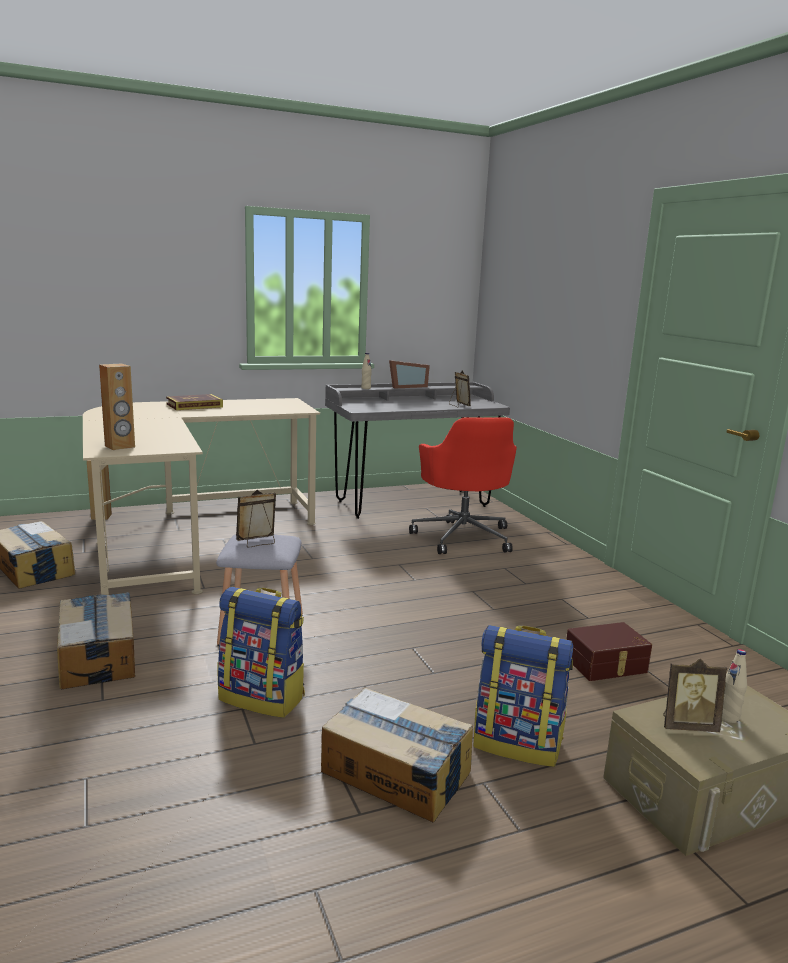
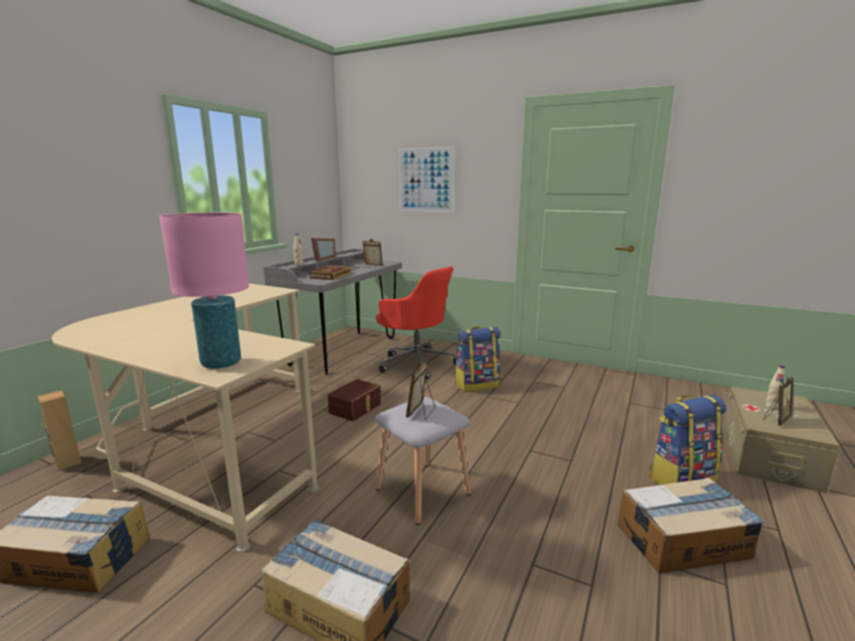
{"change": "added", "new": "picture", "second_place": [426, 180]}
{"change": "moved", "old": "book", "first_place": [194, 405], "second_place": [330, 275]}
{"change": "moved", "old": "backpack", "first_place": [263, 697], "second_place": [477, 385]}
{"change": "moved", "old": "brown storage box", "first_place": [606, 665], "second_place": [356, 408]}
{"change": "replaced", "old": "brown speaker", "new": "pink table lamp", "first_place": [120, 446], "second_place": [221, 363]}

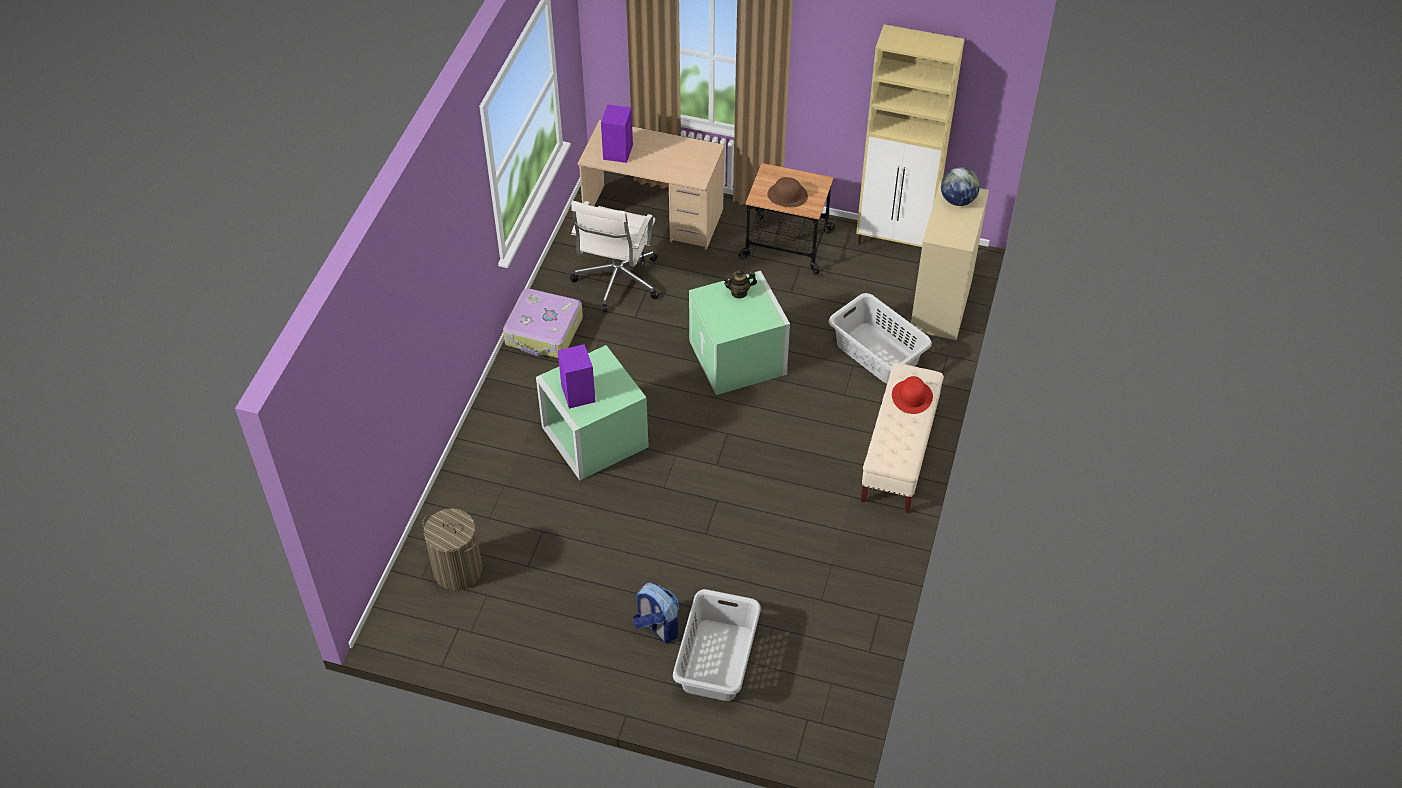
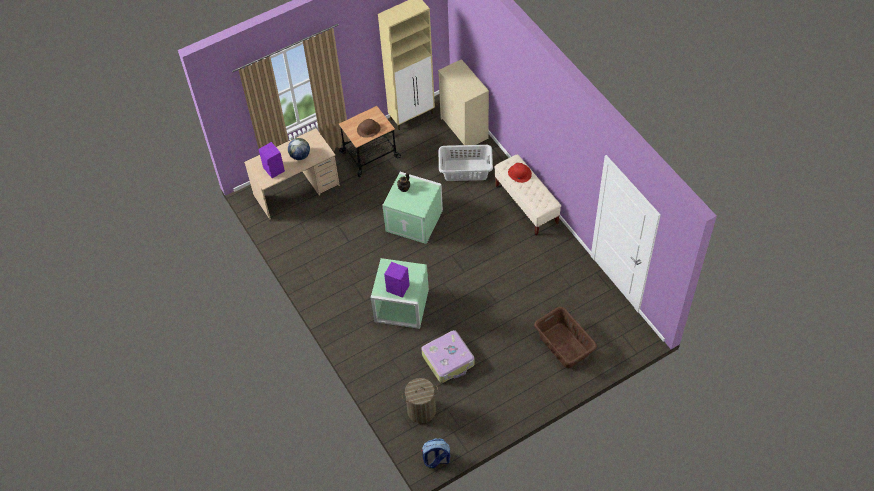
{"change": "removed", "old": "white office chair", "first_place": [616, 282]}
{"change": "moved", "old": "suitcase", "first_place": [544, 332], "second_place": [448, 360]}
{"change": "moved", "old": "backpack", "first_place": [657, 627], "second_place": [436, 460]}
{"change": "moved", "old": "globe", "first_place": [957, 200], "second_place": [300, 156]}
{"change": "recoloured", "old": "grey laundry basket", "new": "brown laundry basket", "first_place": [716, 660], "second_place": [564, 346]}

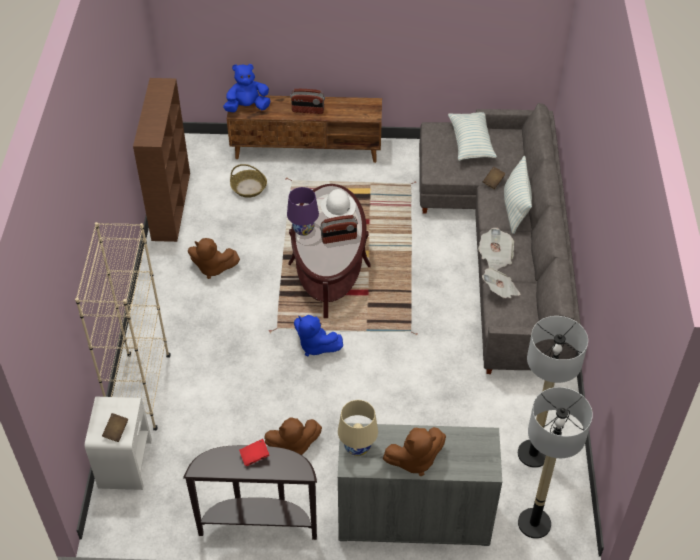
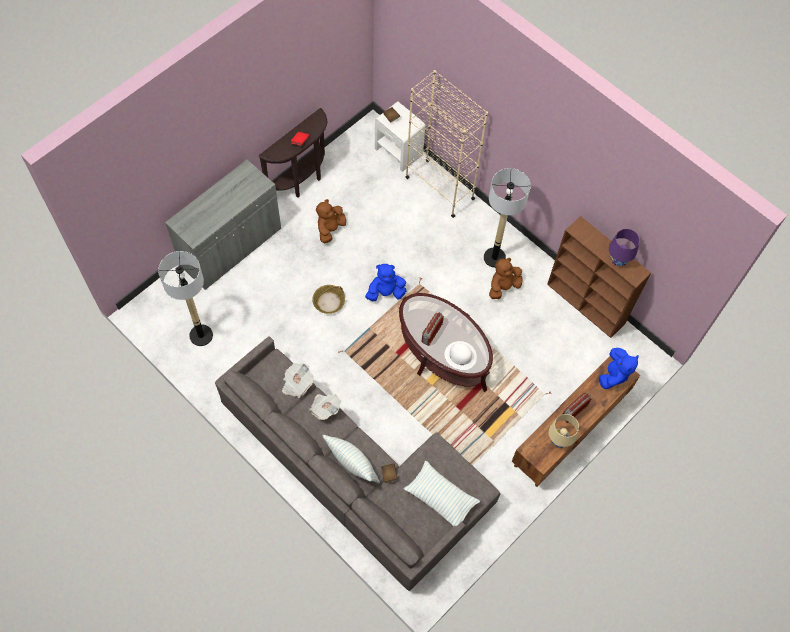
{"change": "removed", "old": "brown plush toy", "first_place": [414, 460]}
{"change": "moved", "old": "basket", "first_place": [248, 188], "second_place": [329, 302]}
{"change": "moved", "old": "purple table lamp", "first_place": [303, 230], "second_place": [618, 259]}
{"change": "moved", "old": "beige table lamp", "first_place": [357, 447], "second_place": [559, 440]}
{"change": "moved", "old": "floor lamp", "first_place": [534, 523], "second_place": [494, 258]}

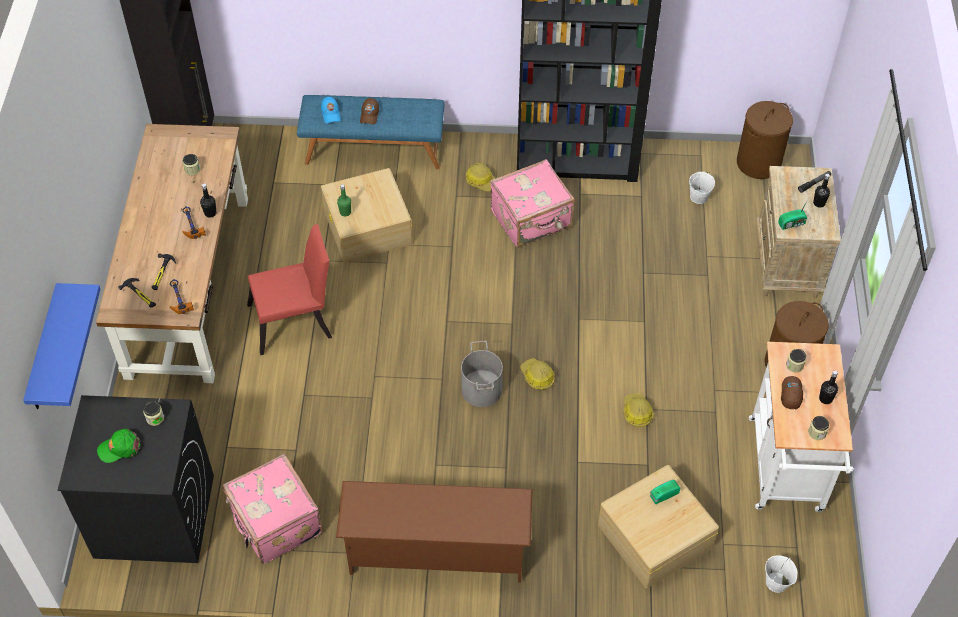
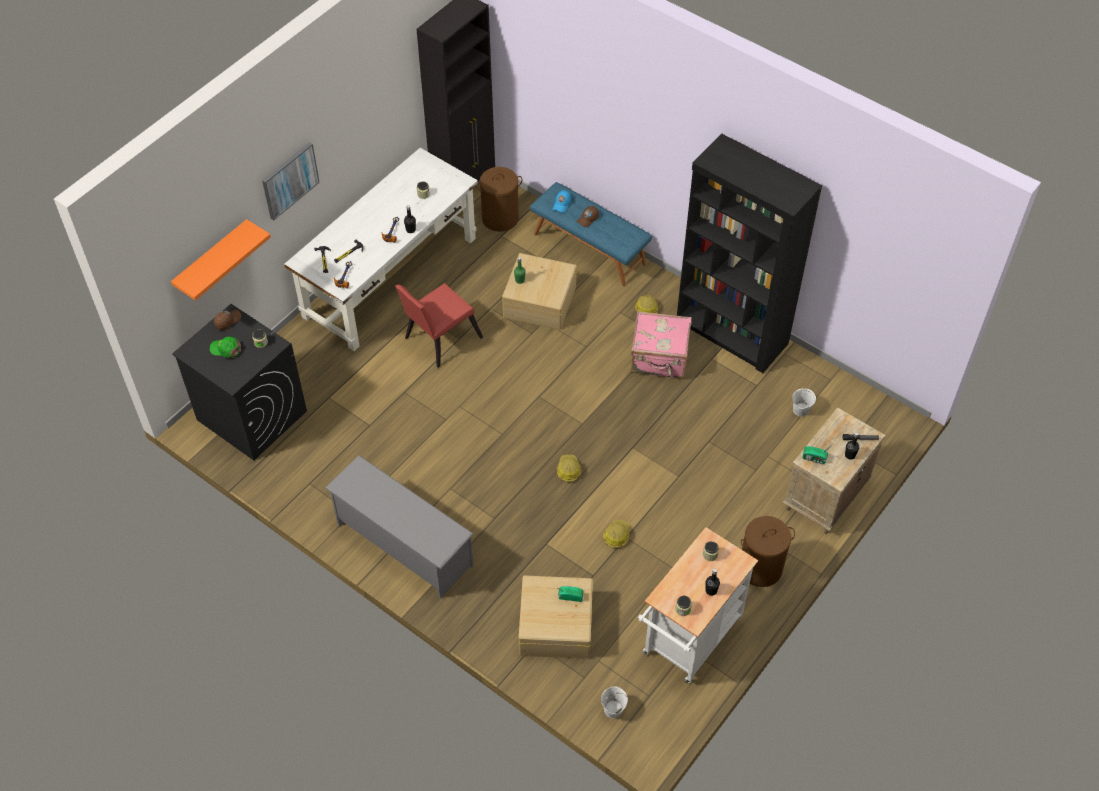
{"change": "removed", "old": "pink suitcase", "first_place": [275, 523]}
{"change": "removed", "old": "grey bucket", "first_place": [481, 390]}
{"change": "added", "new": "picture", "second_place": [289, 180]}
{"change": "moved", "old": "brown laundry basket", "first_place": [758, 162], "second_place": [500, 218]}
{"change": "moved", "old": "brown cap", "first_place": [791, 394], "second_place": [227, 321]}
{"change": "recoloured", "old": "blue shelf", "new": "orange shelf", "first_place": [44, 351], "second_place": [211, 259]}
{"change": "recoloured", "old": "brown desk", "new": "white desk", "first_place": [188, 284], "second_place": [390, 276]}
{"change": "recoloured", "old": "brown shoe rack", "new": "grey shoe rack", "first_place": [436, 551], "second_place": [403, 545]}
{"change": "turned", "old": "red chair", "first_place": [295, 320], "second_place": [439, 339], "degrees": 120}

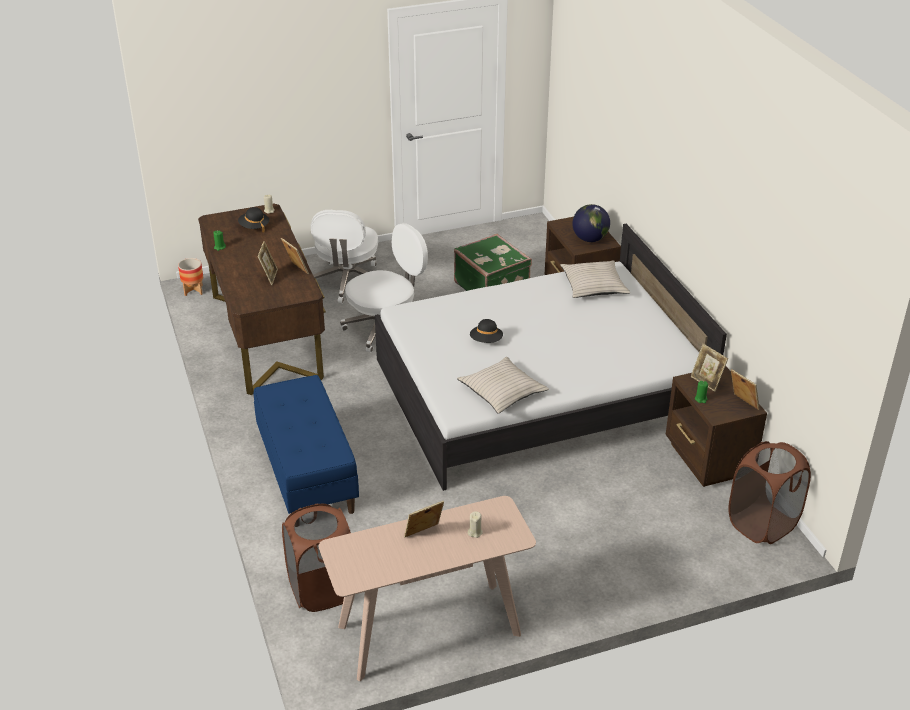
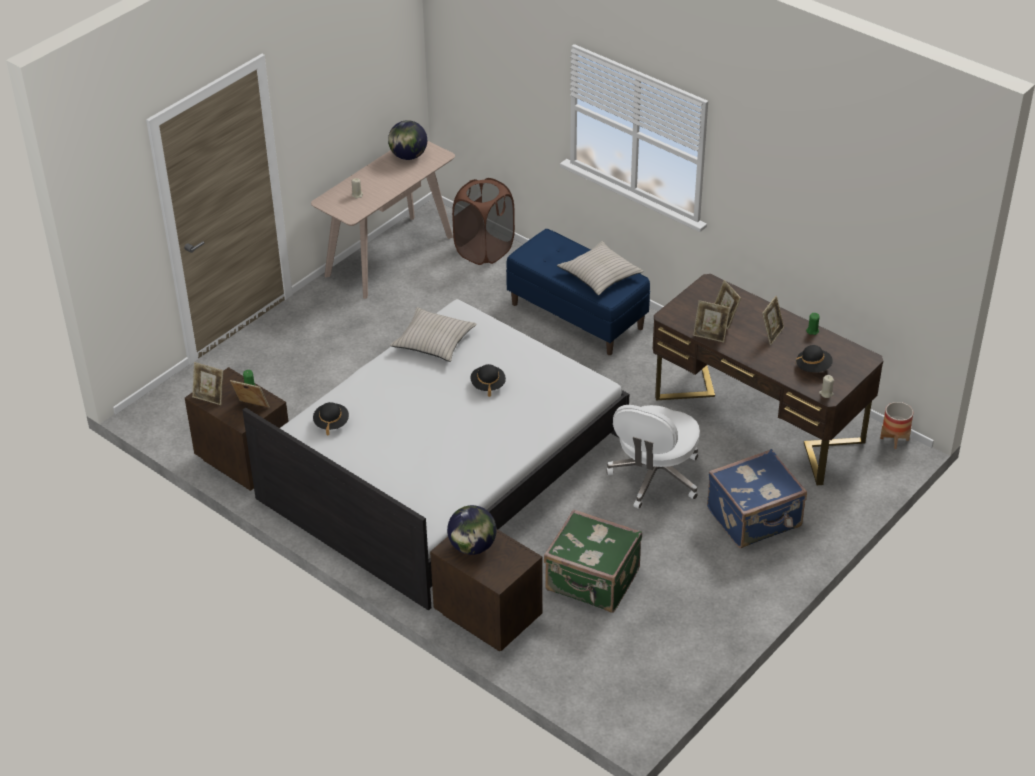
{"change": "removed", "old": "brown laundry basket", "first_place": [762, 524]}
{"change": "added", "new": "black hat", "second_place": [331, 423]}
{"change": "added", "new": "globe", "second_place": [408, 156]}
{"change": "moved", "old": "picture frame", "first_place": [424, 534], "second_place": [771, 334]}
{"change": "moved", "old": "beige pillow", "first_place": [593, 286], "second_place": [600, 275]}
{"change": "replaced", "old": "white office chair", "new": "blue suitcase", "first_place": [347, 282], "second_place": [755, 519]}

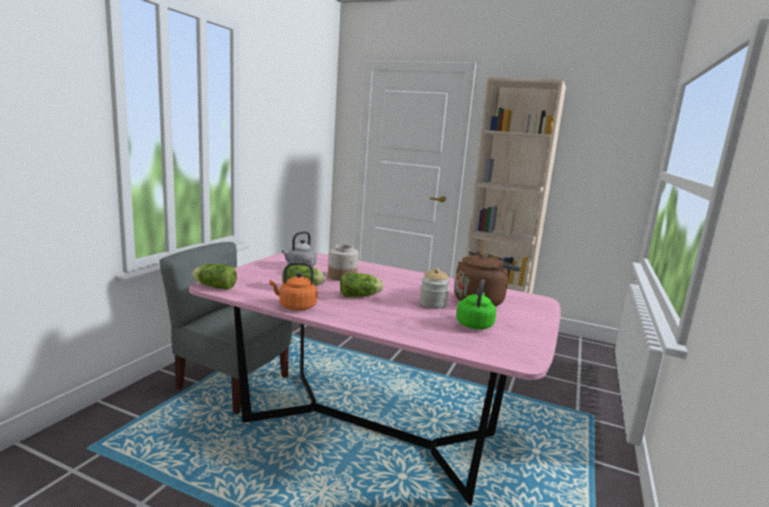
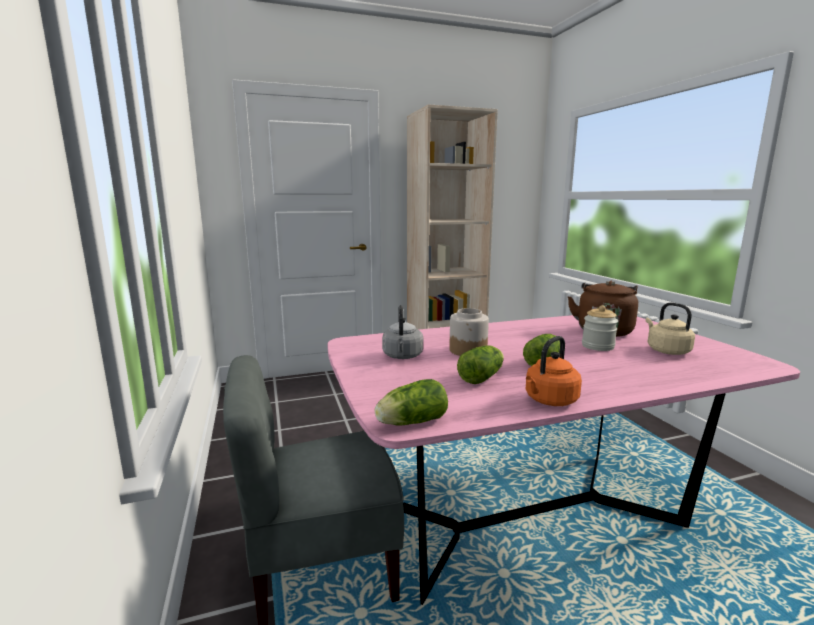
{"change": "recoloured", "old": "green kettle", "new": "beige kettle", "first_place": [474, 324], "second_place": [666, 350]}

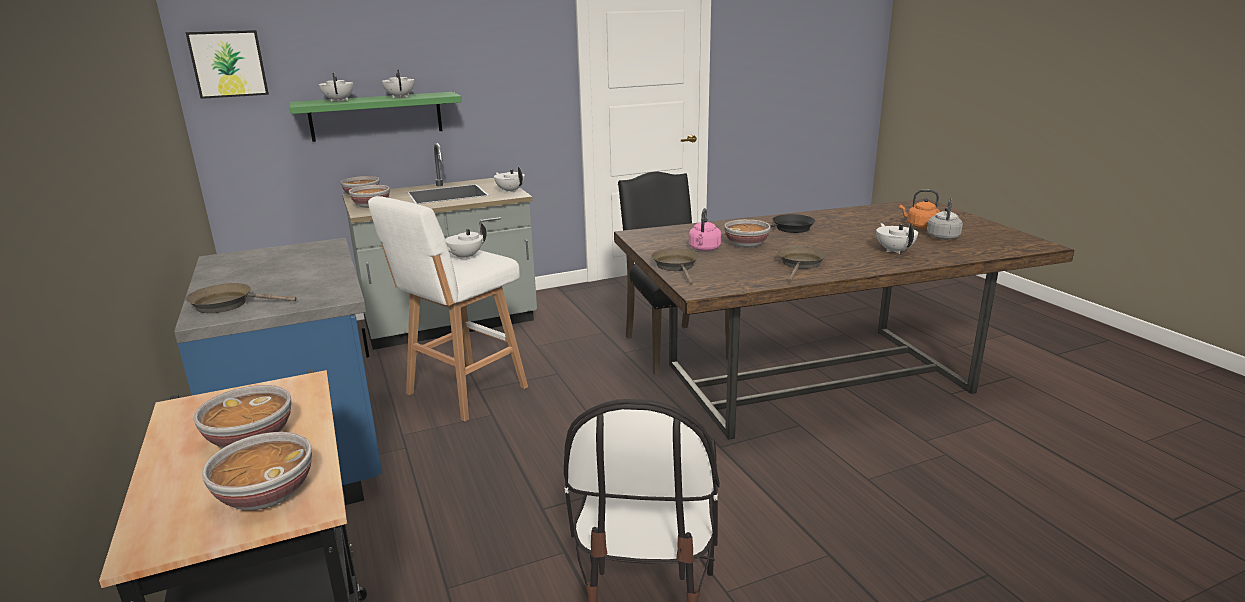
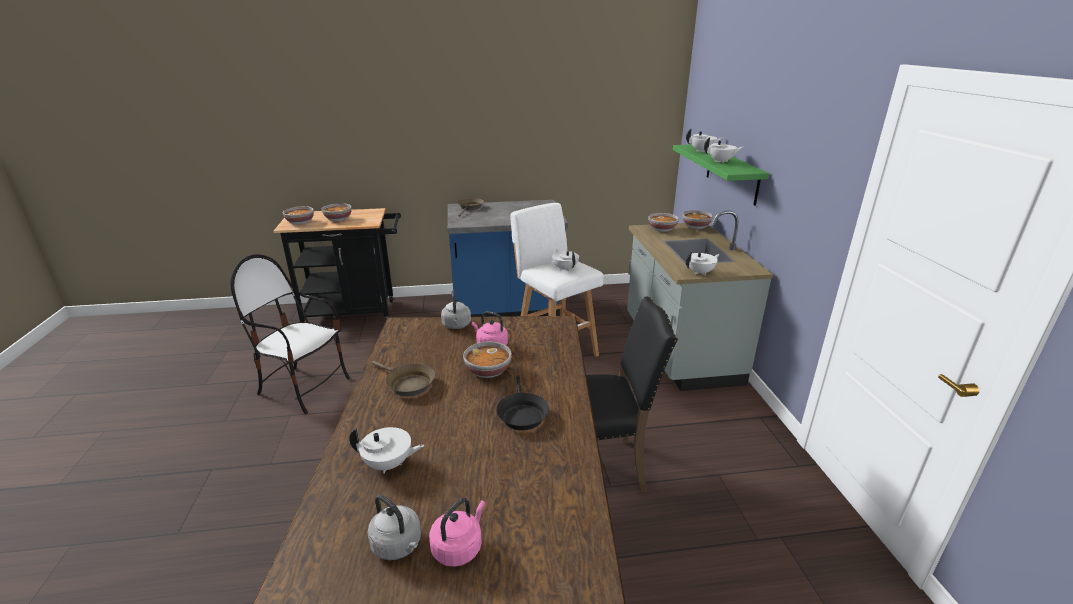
{"change": "removed", "old": "picture", "first_place": [228, 64]}
{"change": "replaced", "old": "brown frying pan", "new": "grey kettle", "first_place": [676, 266], "second_place": [456, 325]}
{"change": "recoloured", "old": "orange kettle", "new": "pink kettle", "first_place": [920, 226], "second_place": [459, 547]}

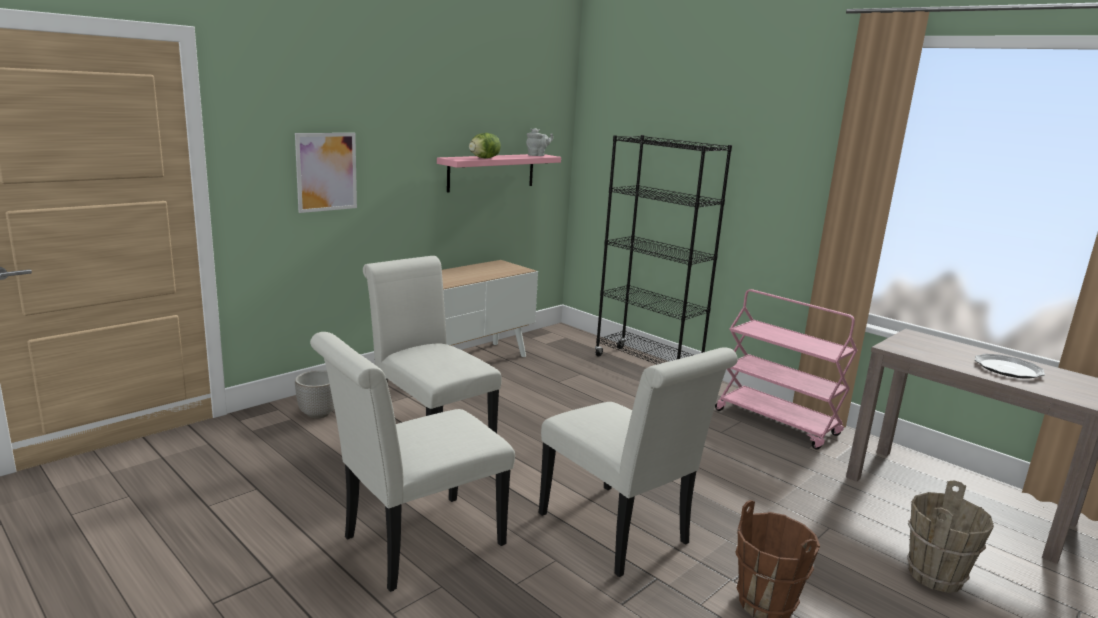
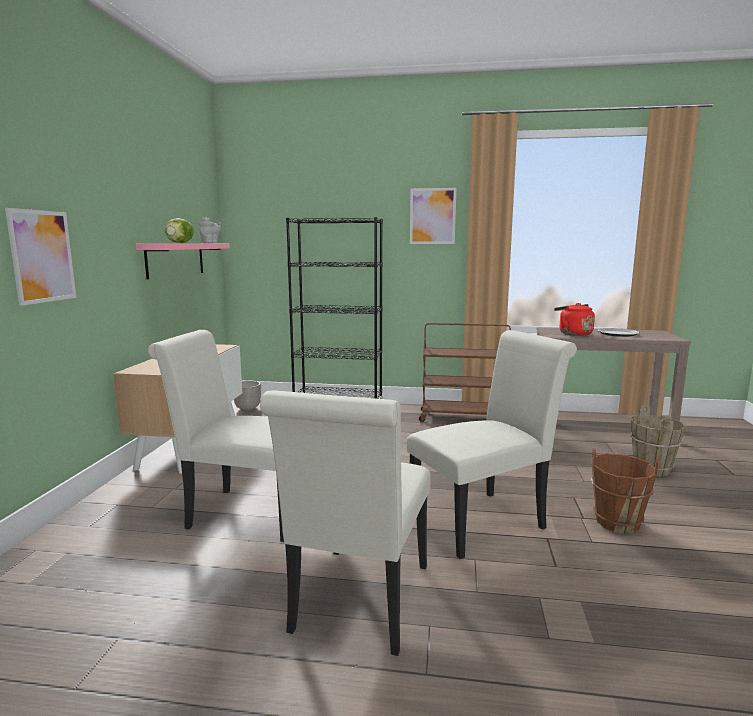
{"change": "added", "new": "picture", "second_place": [432, 216]}
{"change": "added", "new": "red kettle", "second_place": [573, 334]}
{"change": "moved", "old": "planter", "first_place": [318, 413], "second_place": [247, 409]}
{"change": "recoloured", "old": "pink cart", "new": "brown cart", "first_place": [777, 423], "second_place": [463, 417]}
{"change": "turned", "old": "white chair", "first_place": [620, 533], "second_place": [484, 520], "degrees": -45}

